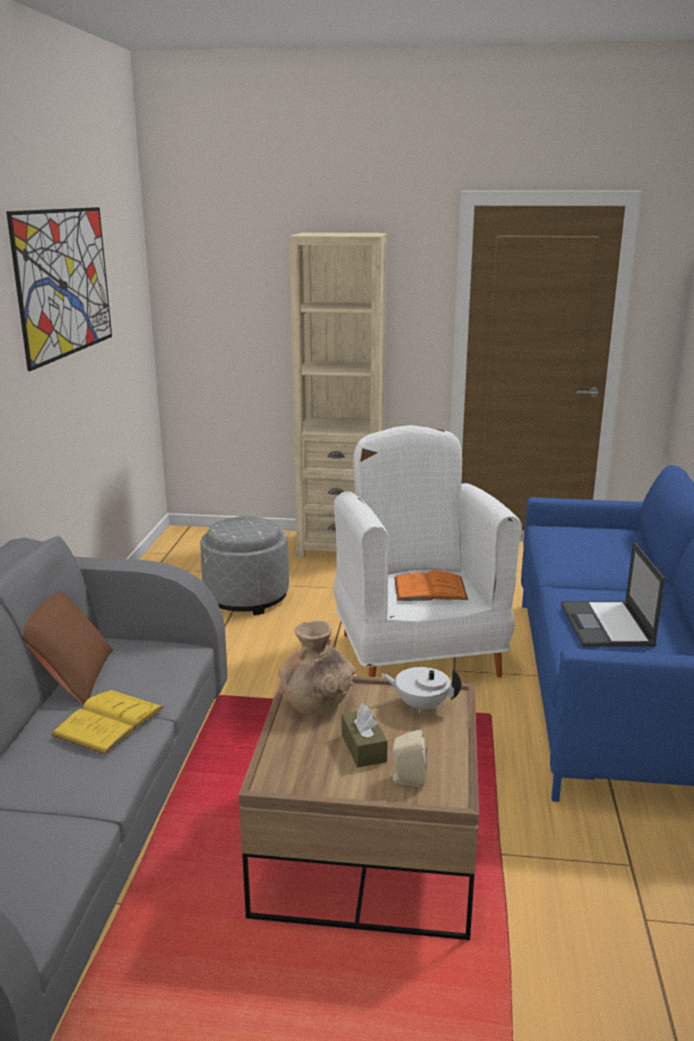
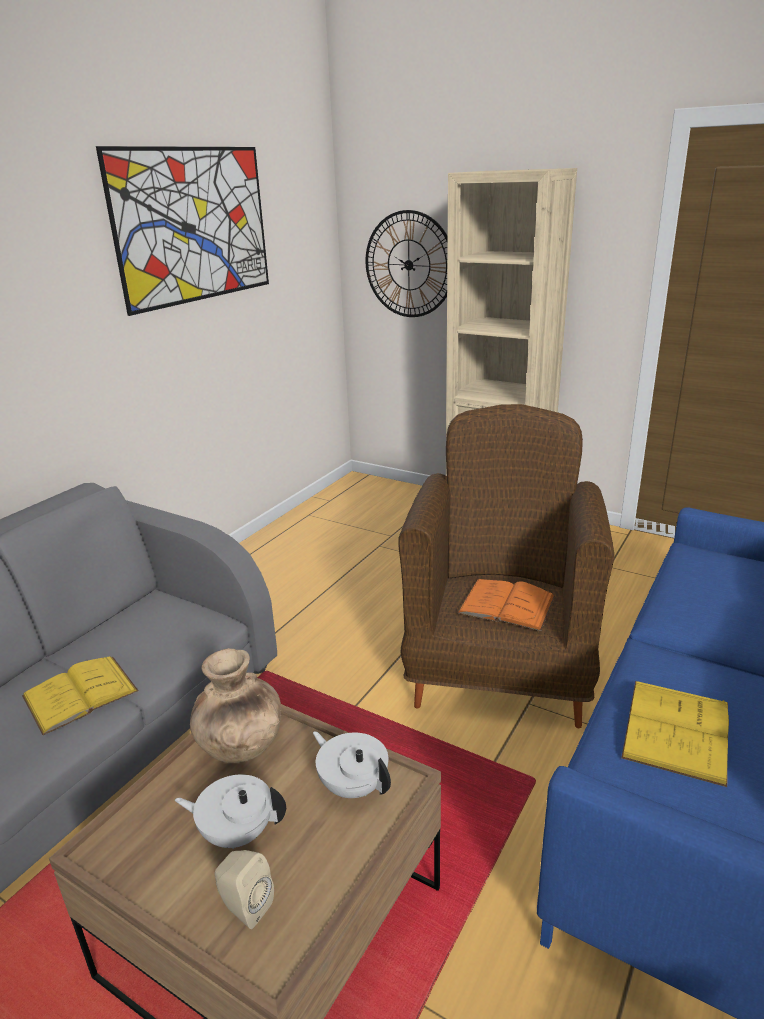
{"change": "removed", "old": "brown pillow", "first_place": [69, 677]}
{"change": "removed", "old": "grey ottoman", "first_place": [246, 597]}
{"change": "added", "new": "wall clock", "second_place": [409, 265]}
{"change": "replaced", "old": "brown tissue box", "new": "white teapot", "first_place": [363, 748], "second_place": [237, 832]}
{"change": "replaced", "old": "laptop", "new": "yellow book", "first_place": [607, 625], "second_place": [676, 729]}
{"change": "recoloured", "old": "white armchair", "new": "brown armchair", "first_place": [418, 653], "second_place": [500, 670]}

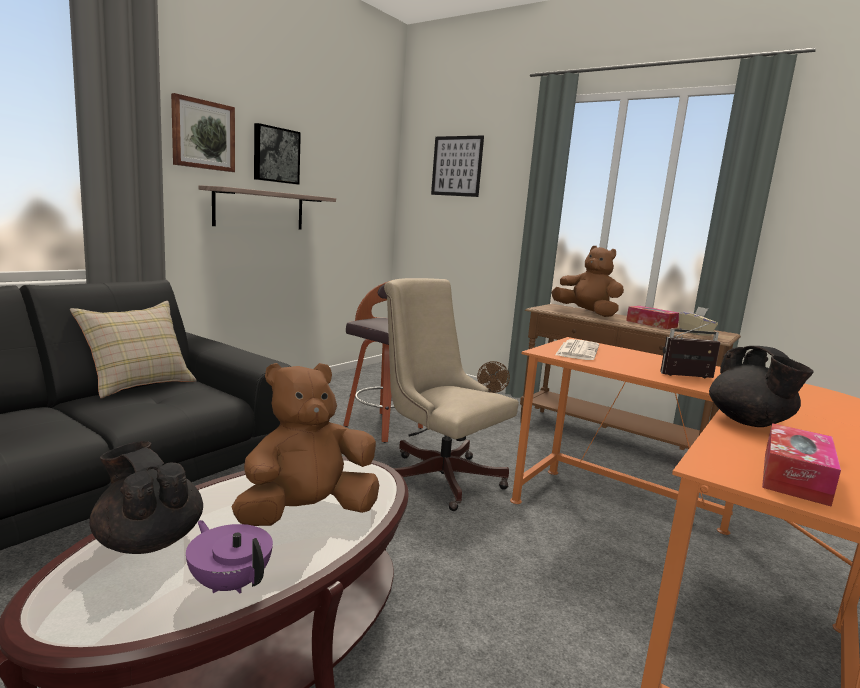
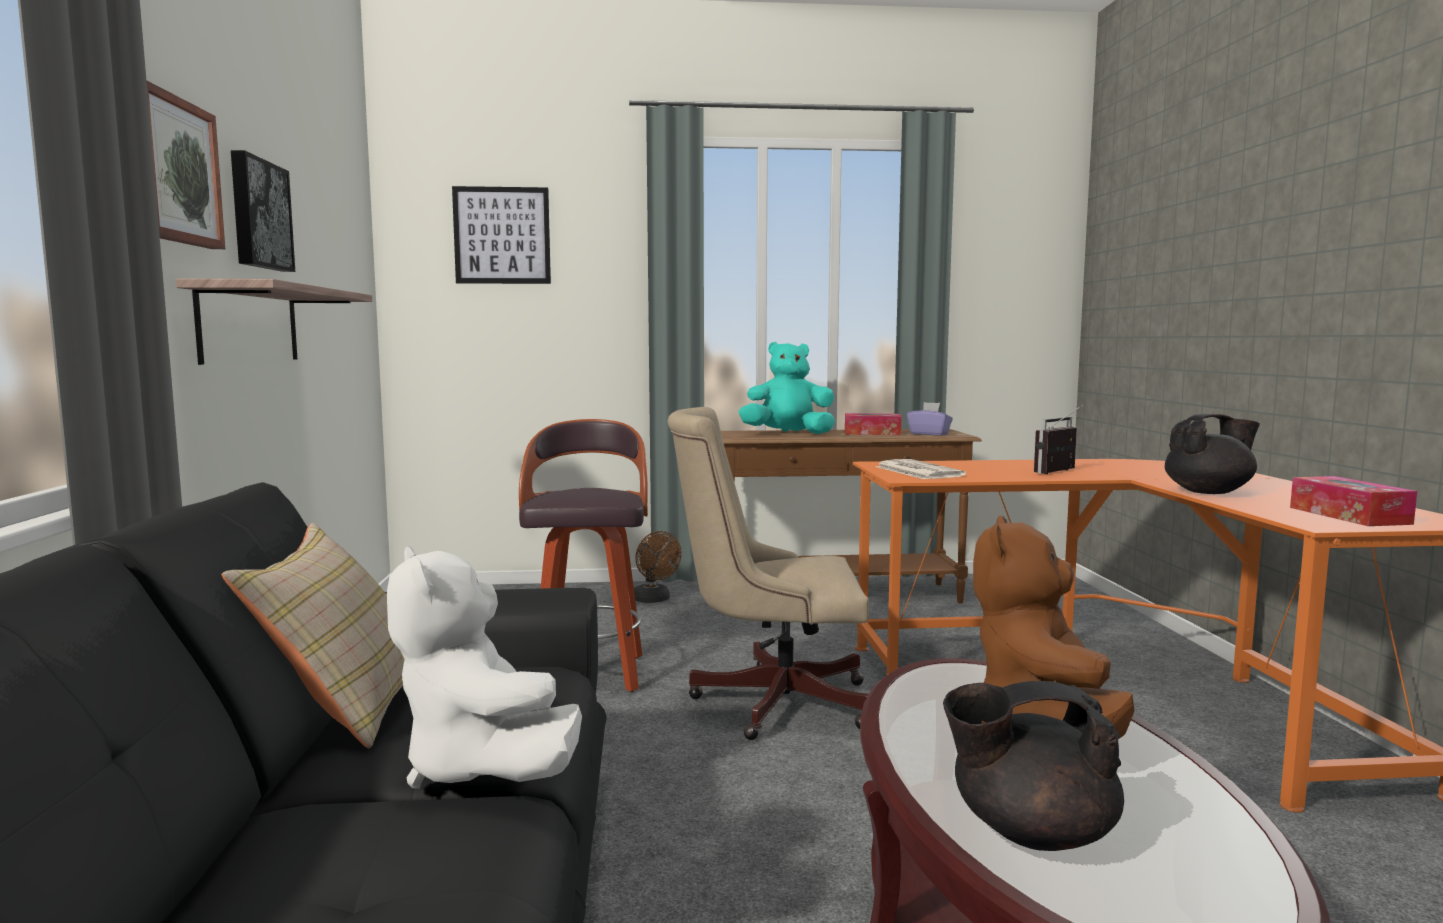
{"change": "removed", "old": "purple teapot", "first_place": [230, 583]}
{"change": "added", "new": "white plush toy", "second_place": [481, 768]}
{"change": "recoloured", "old": "brown plush toy", "new": "turquoise plush toy", "first_place": [587, 313], "second_place": [788, 434]}
{"change": "recoloured", "old": "beige tissue box", "new": "purple tissue box", "first_place": [695, 333], "second_place": [929, 434]}
{"change": "turned", "old": "black teapot", "first_place": [749, 422], "second_place": [1209, 492], "degrees": -45}

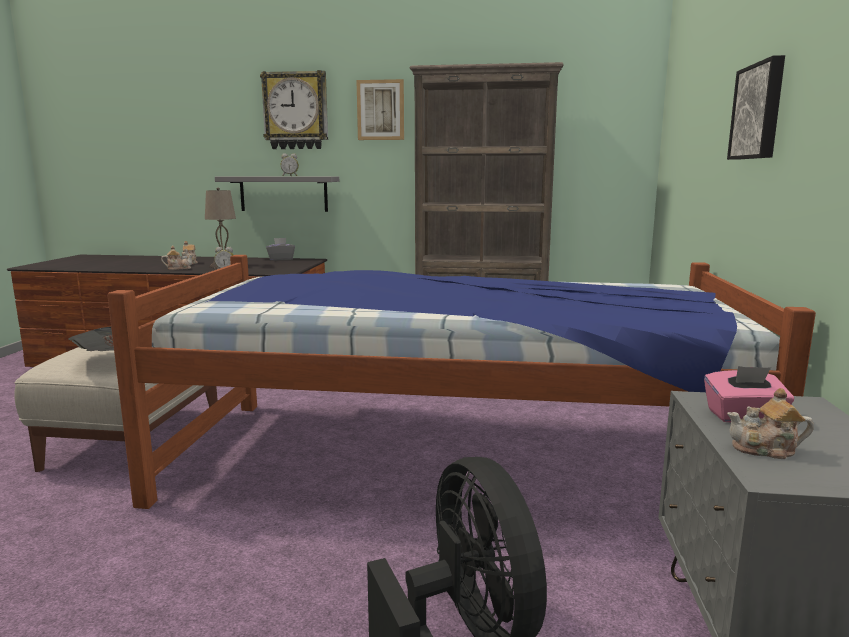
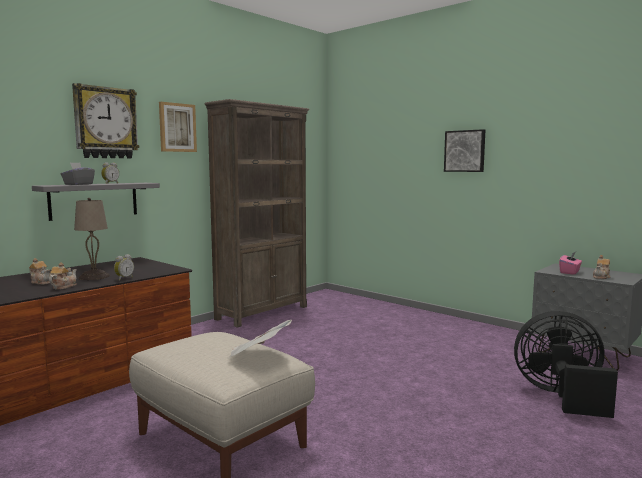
{"change": "removed", "old": "bed", "first_place": [448, 461]}
{"change": "moved", "old": "grey tissue box", "first_place": [281, 259], "second_place": [78, 184]}

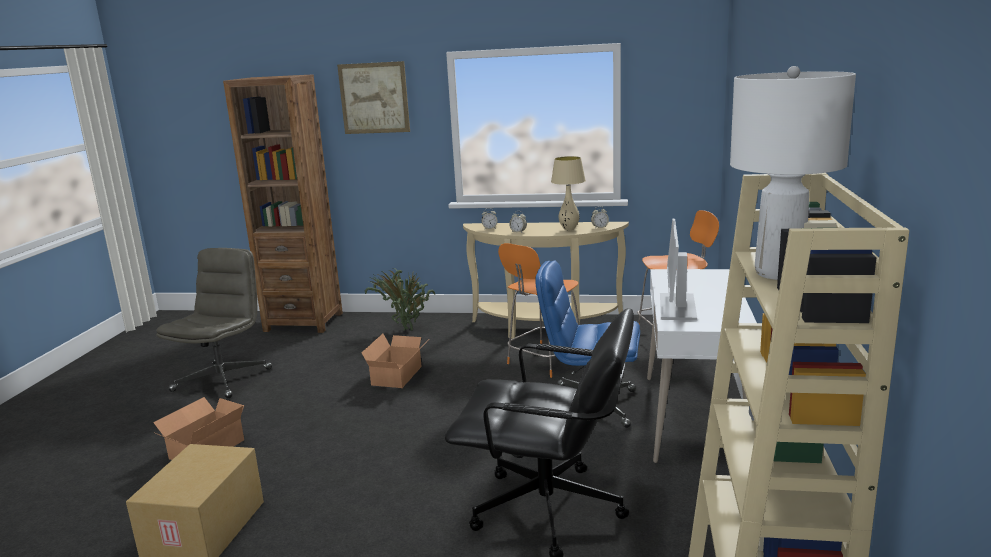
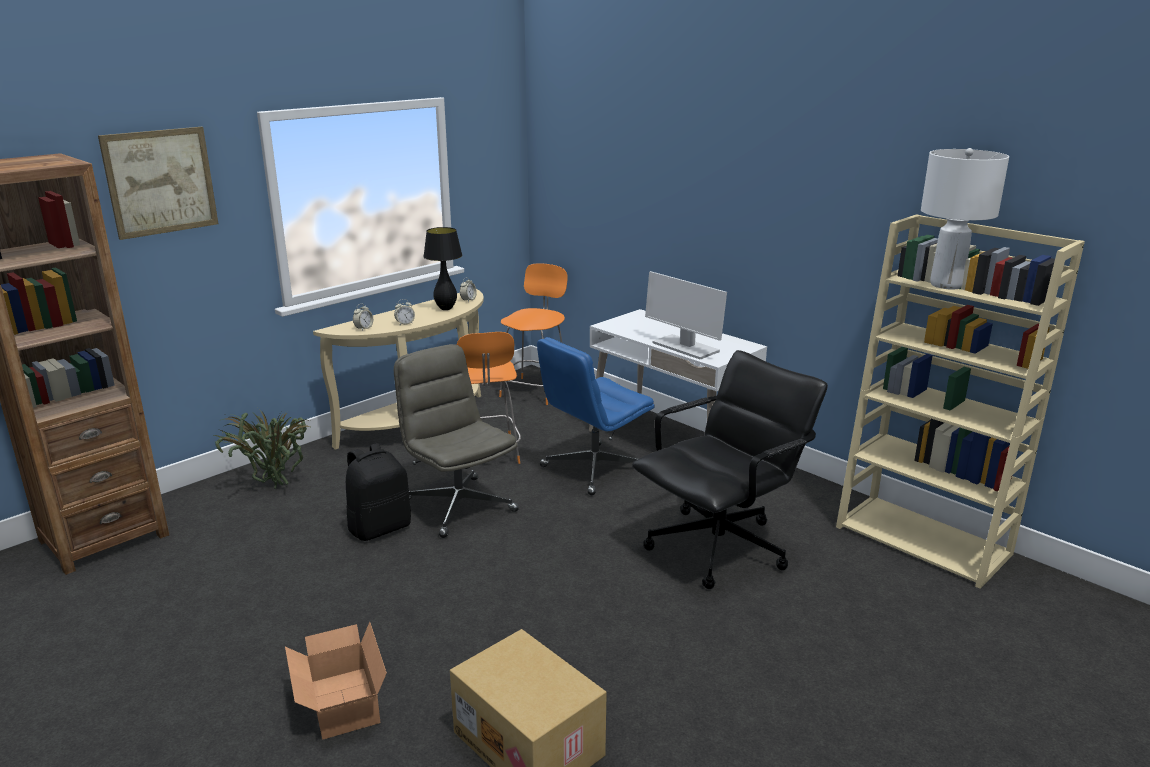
{"change": "moved", "old": "grey office chair", "first_place": [223, 379], "second_place": [458, 506]}
{"change": "replaced", "old": "cardboard box", "new": "black backpack", "first_place": [399, 375], "second_place": [380, 528]}
{"change": "recoloured", "old": "beige table lamp", "new": "black table lamp", "first_place": [569, 229], "second_place": [446, 308]}

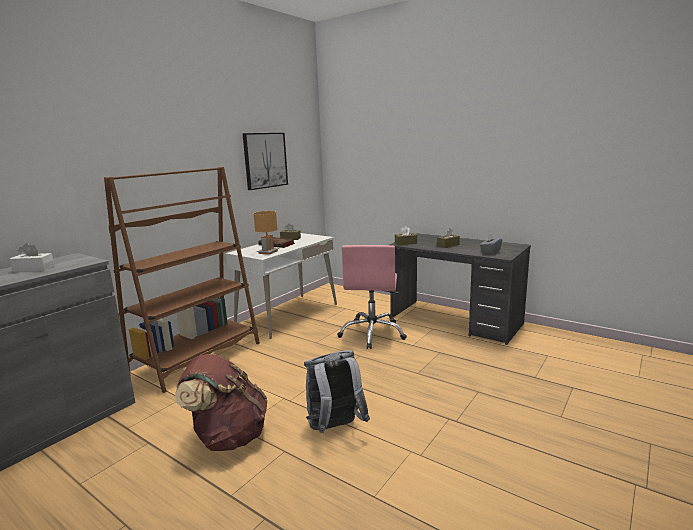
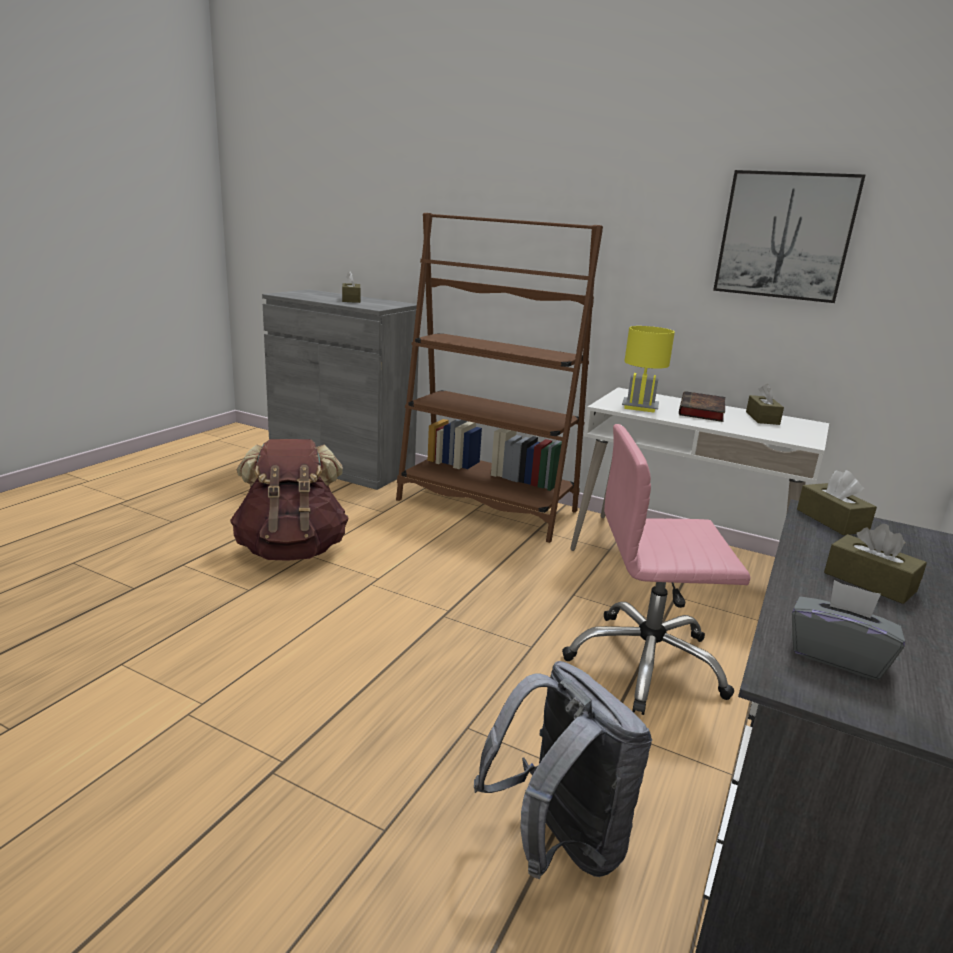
{"change": "moved", "old": "grey backpack", "first_place": [335, 428], "second_place": [558, 843]}
{"change": "recoloured", "old": "white tissue box", "new": "brown tissue box", "first_place": [34, 269], "second_place": [351, 300]}
{"change": "recoloured", "old": "brown table lamp", "new": "yellow table lamp", "first_place": [268, 252], "second_place": [639, 407]}

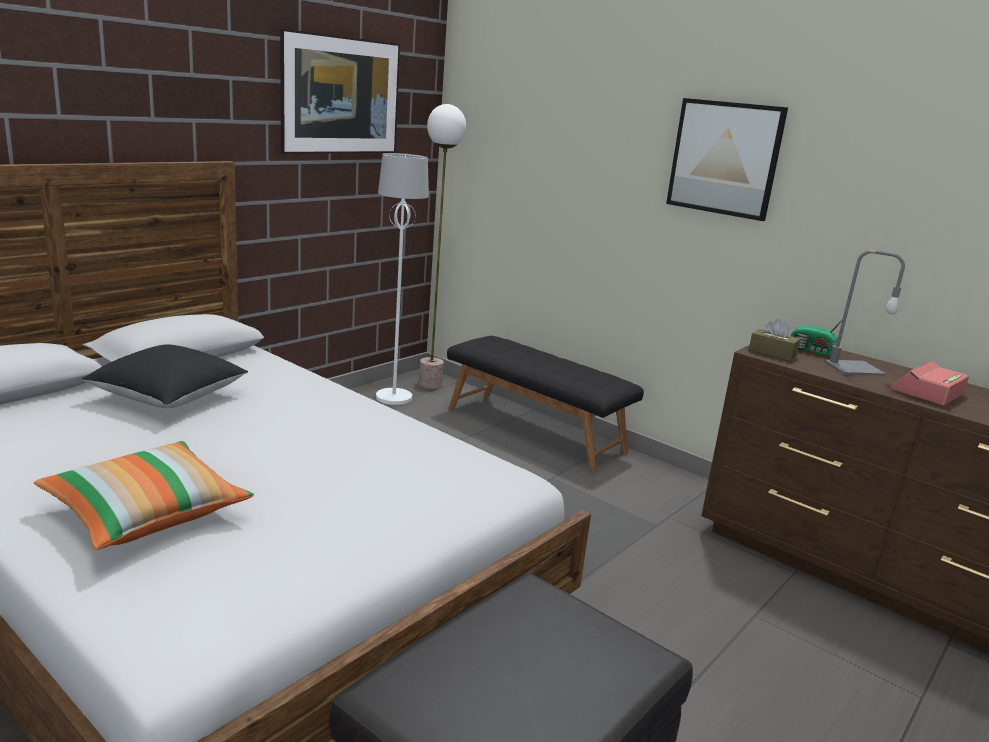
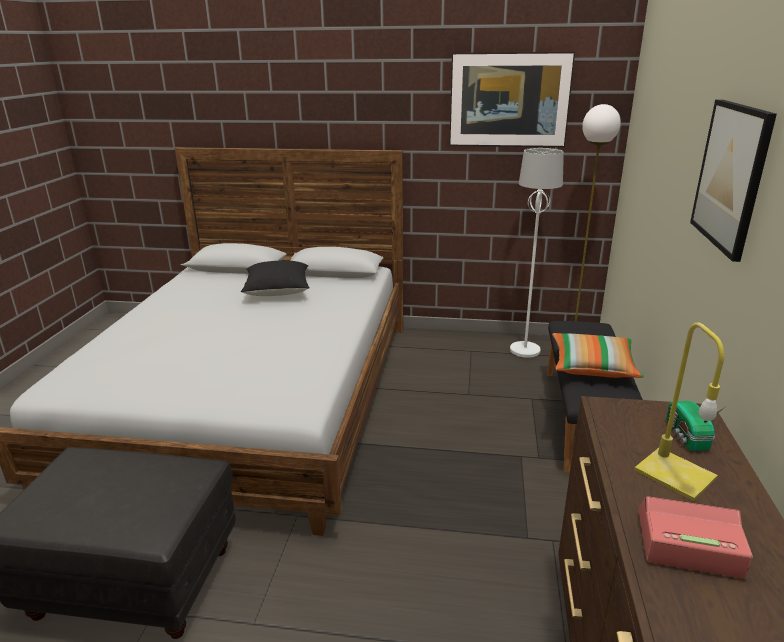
{"change": "removed", "old": "brown tissue box", "first_place": [772, 353]}
{"change": "moved", "old": "pillow", "first_place": [147, 513], "second_place": [593, 367]}
{"change": "recoloured", "old": "grey table lamp", "new": "yellow table lamp", "first_place": [853, 369], "second_place": [672, 473]}

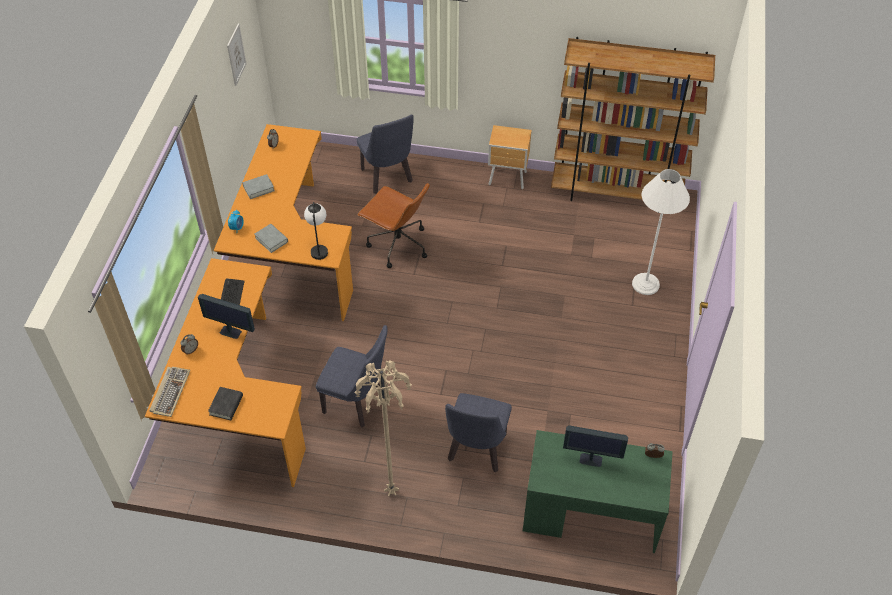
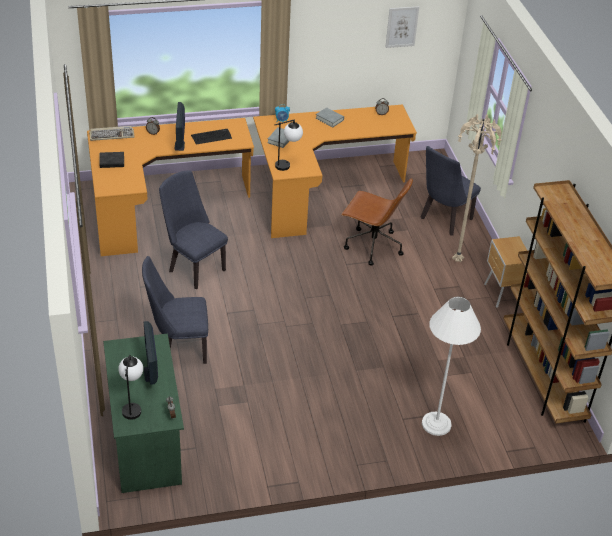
{"change": "added", "new": "table lamp", "second_place": [132, 406]}
{"change": "moved", "old": "beige floor lamp", "first_place": [390, 491], "second_place": [457, 260]}
{"change": "turned", "old": "blue chair", "first_place": [357, 403], "second_place": [194, 268], "degrees": 135}
{"change": "turned", "old": "brown office chair", "first_place": [397, 244], "second_place": [372, 246], "degrees": -75}

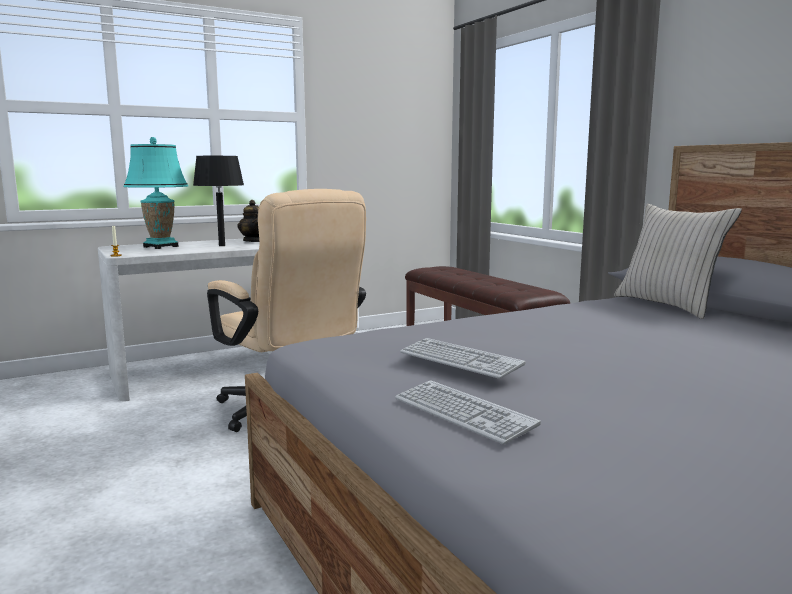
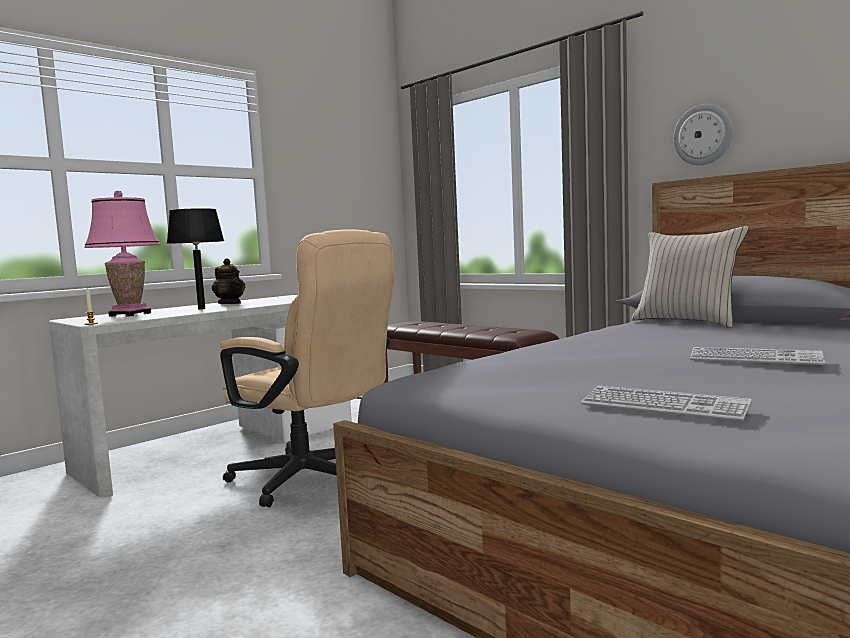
{"change": "added", "new": "wall clock", "second_place": [703, 135]}
{"change": "moved", "old": "keyboard", "first_place": [460, 360], "second_place": [754, 358]}
{"change": "recoloured", "old": "turquoise table lamp", "new": "pink table lamp", "first_place": [161, 247], "second_place": [130, 314]}

